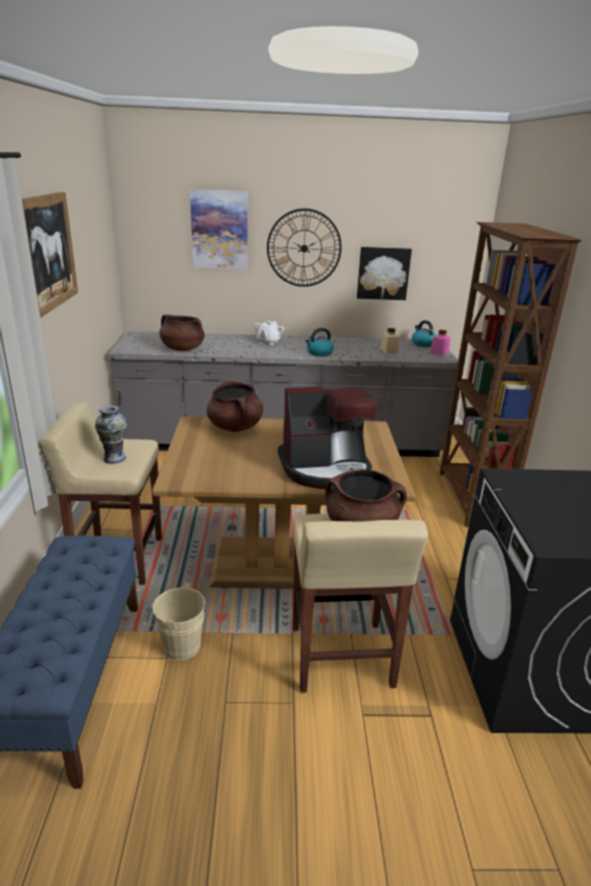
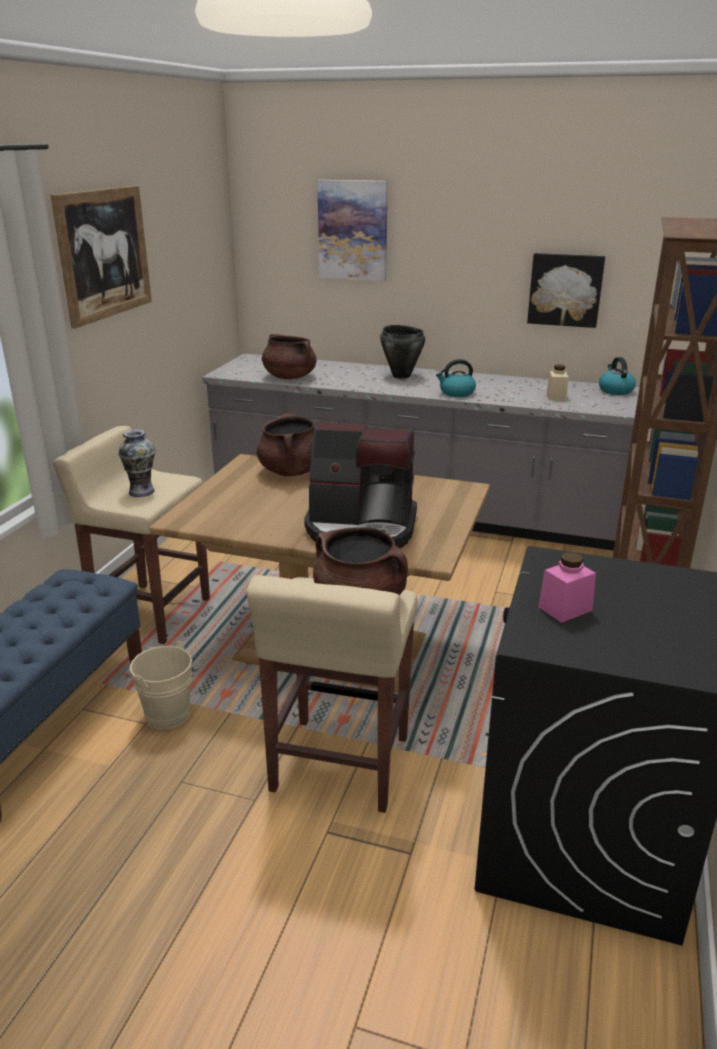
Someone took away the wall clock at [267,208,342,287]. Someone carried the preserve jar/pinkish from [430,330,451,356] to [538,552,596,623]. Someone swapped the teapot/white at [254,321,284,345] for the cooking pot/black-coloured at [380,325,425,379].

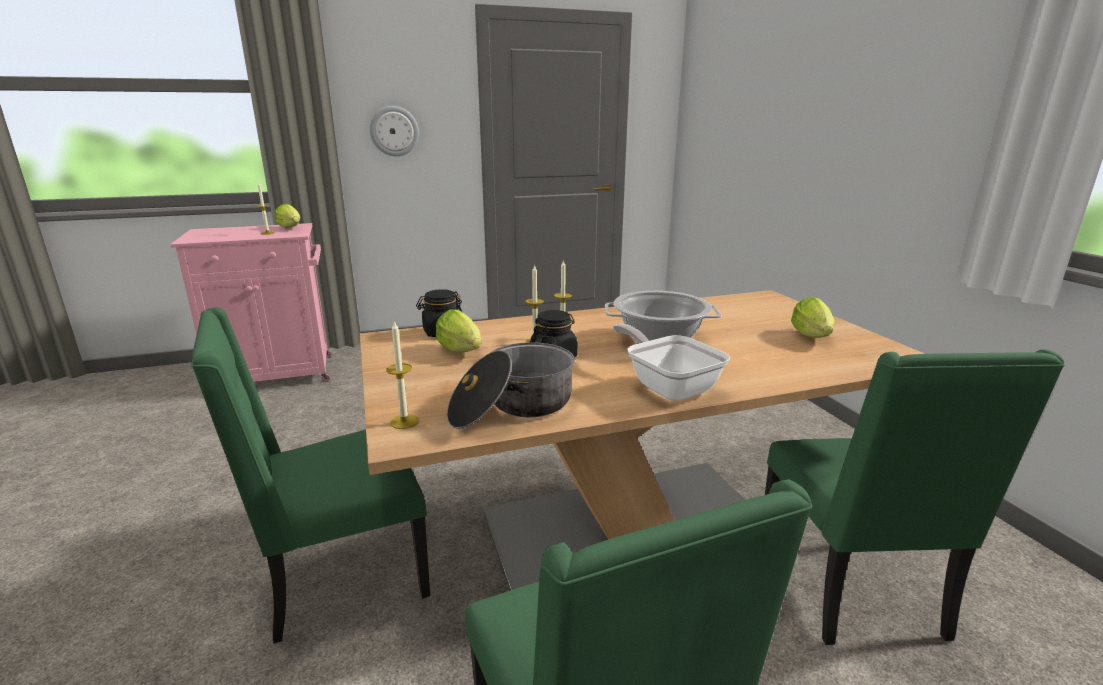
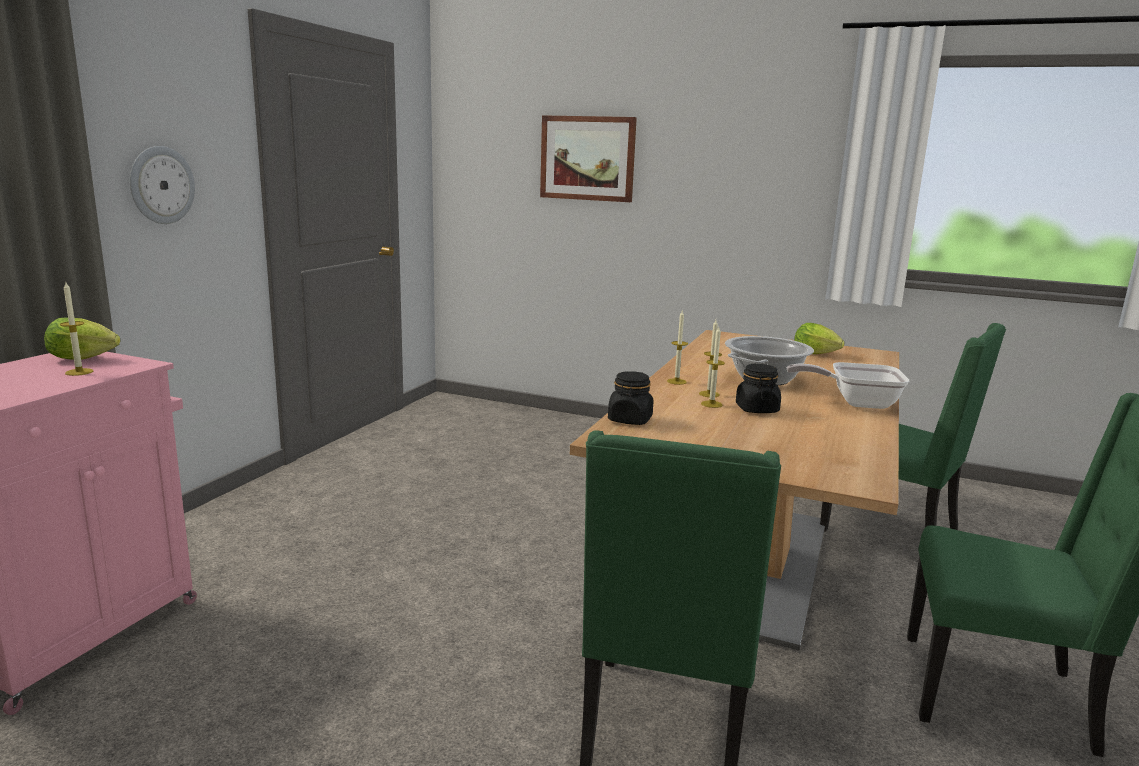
Someone took away the head of lettuce at [436,309,482,353]. Someone took away the cooking pot at [447,336,575,429]. Someone put up the picture at [540,115,637,202]. Someone carried the wax candle from [386,321,419,429] to [667,311,688,385].

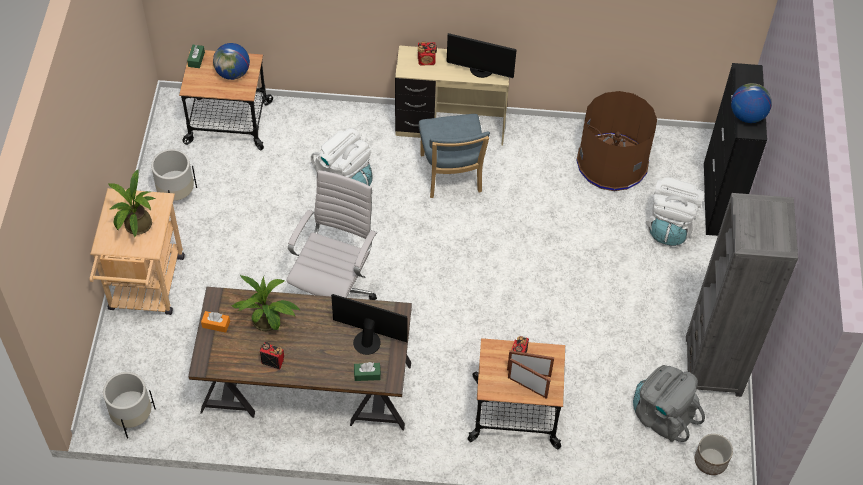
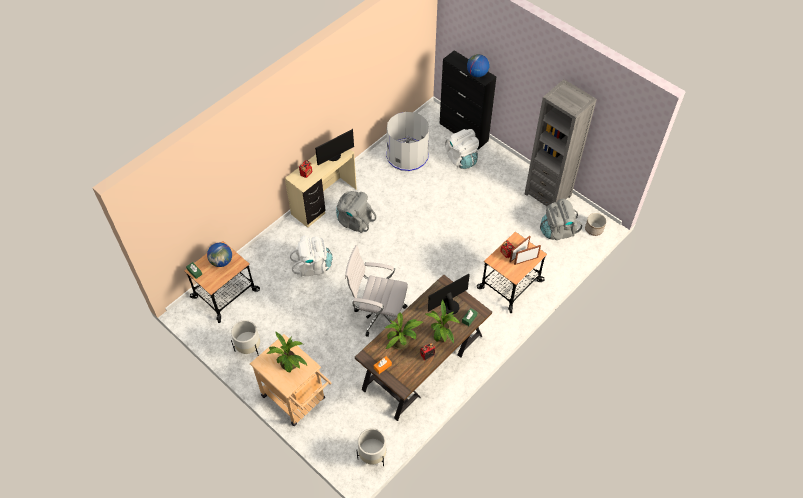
Someone put down the houseplant at [426,300,460,344]. Someone swapped the plain chair/blue at [419,114,490,198] for the backpack/gray at [336,191,376,233]. Someone repainted the rubbish bin/brown-coloured at [576,91,657,191], which became the rubbish bin/gray at [386,112,429,171]. Someone rotated the computer chair/white at [286,170,377,300] by 45 degrees counterclockwise.

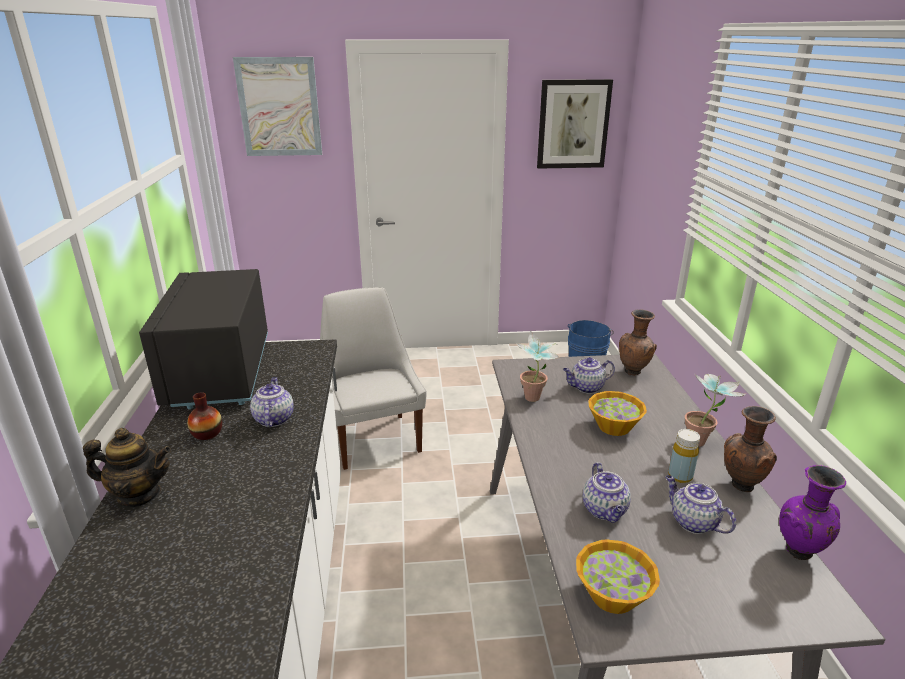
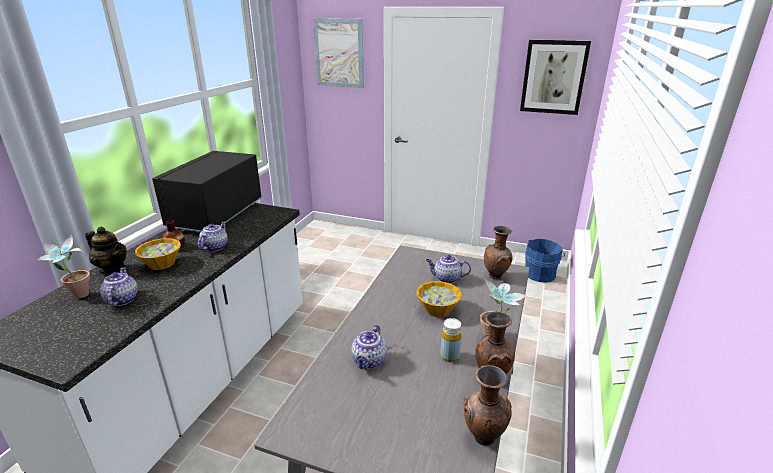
Someone took away the plain chair/white at [320,287,426,470]. Someone carried the houseplant from [517,331,559,402] to [36,235,90,299]. Someone carried the bowl from [576,539,660,614] to [135,238,181,270]. Someone carried the teapot from [666,475,736,534] to [100,267,138,306]. Someone repainted the decorative vase/purplish at [779,465,846,560], which became the decorative vase/brown-coloured at [464,365,512,446].

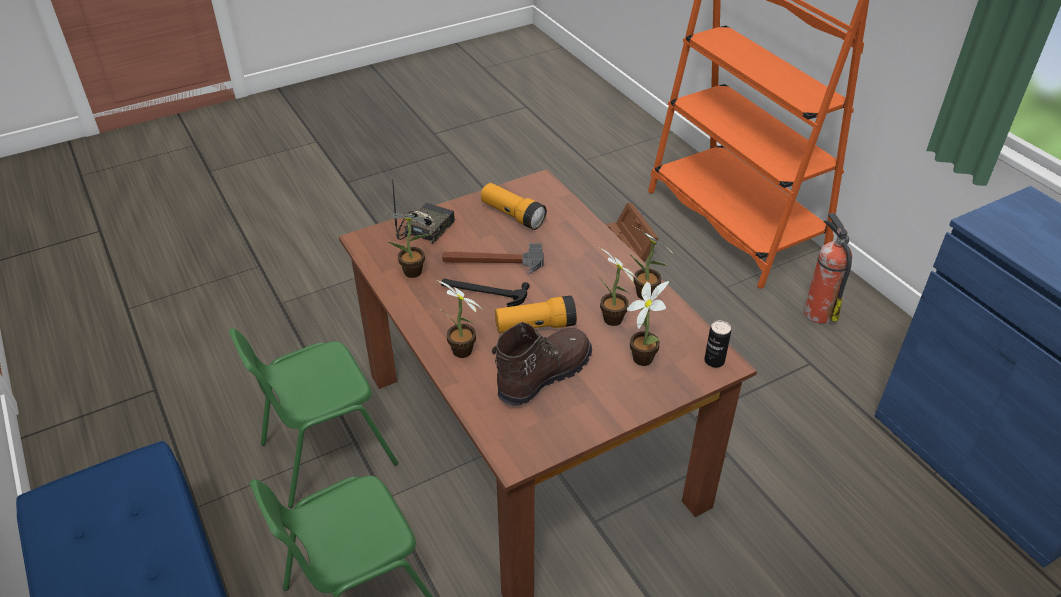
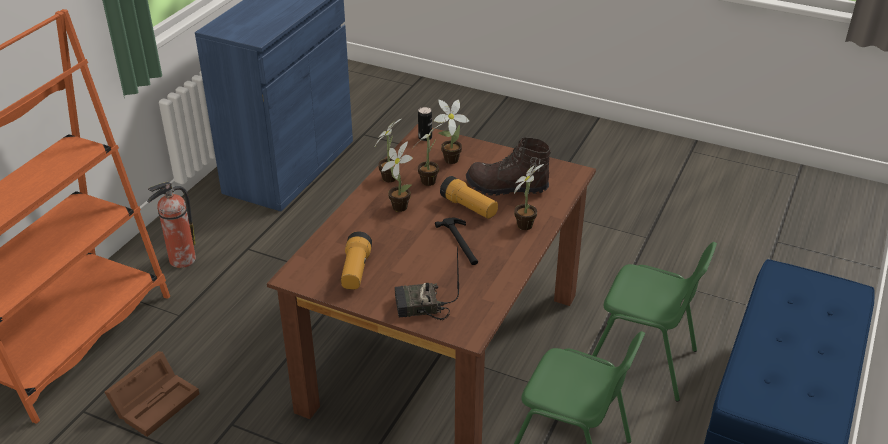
Someone took away the hand hammer at [442,243,544,274]. Someone carried the houseplant from [386,213,432,278] to [381,141,413,212].

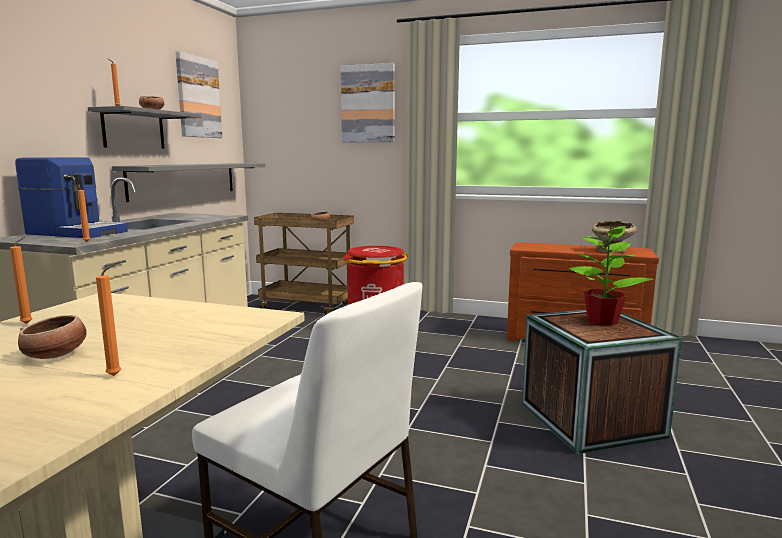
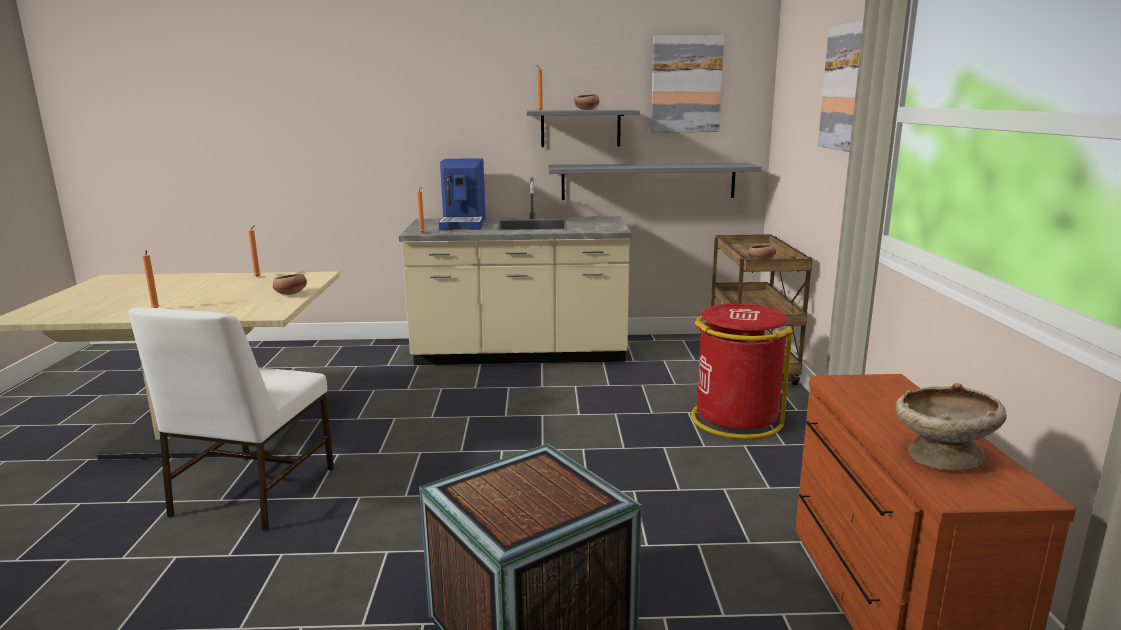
Someone took away the houseplant at [569,220,654,326]. Someone carried the bowl from [18,315,87,359] to [273,273,307,295].

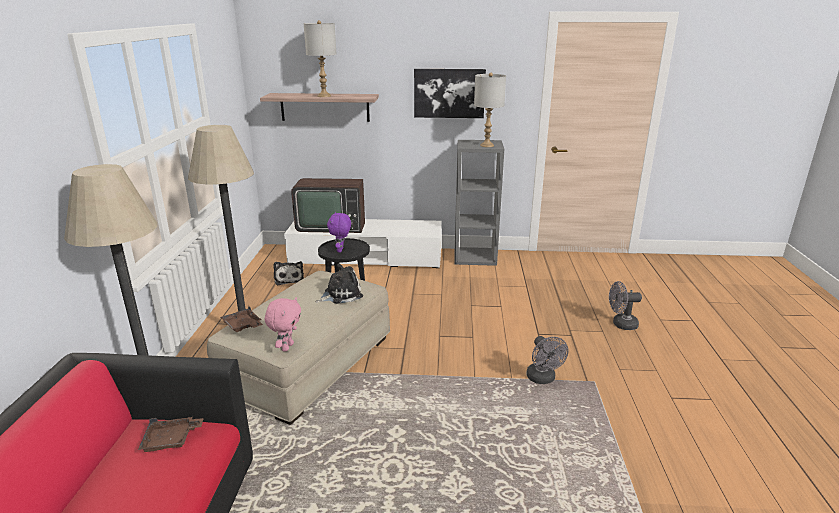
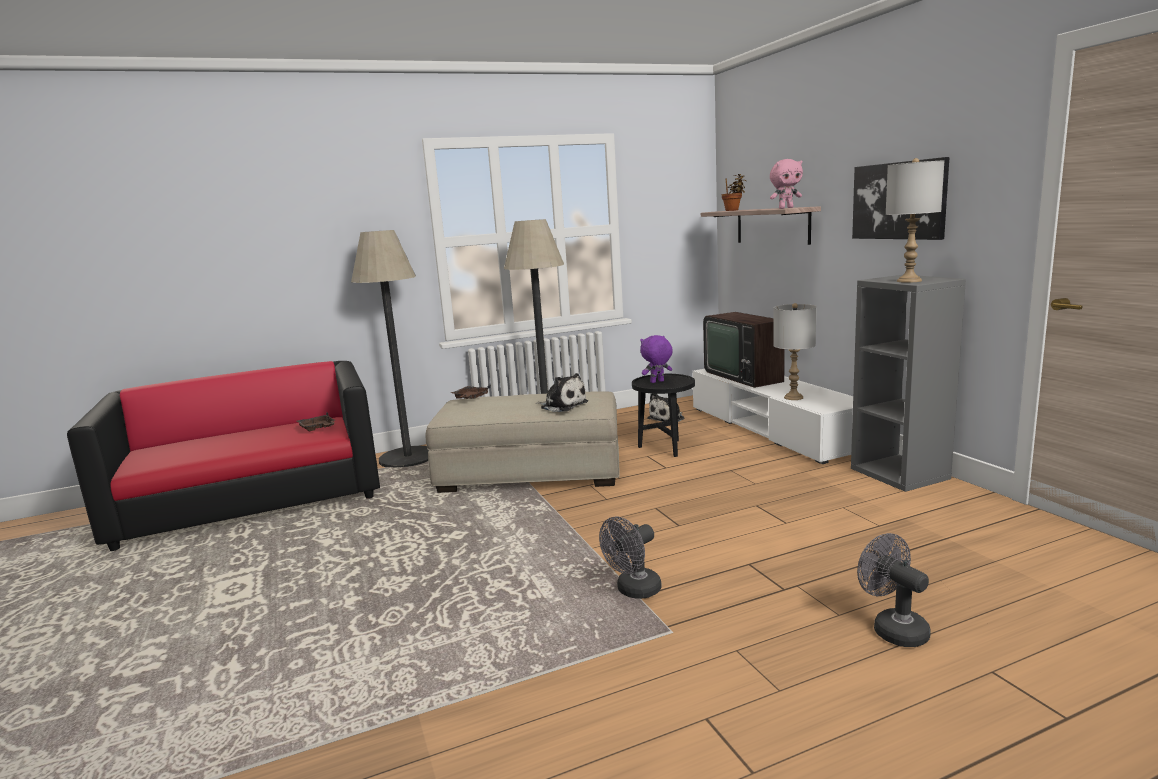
Someone put down the houseplant at [722,174,746,211]. Someone carried the cuddly toy/pinkish from [265,297,301,352] to [770,159,803,209]. Someone carried the table lamp/gray from [304,20,336,97] to [773,303,817,400].

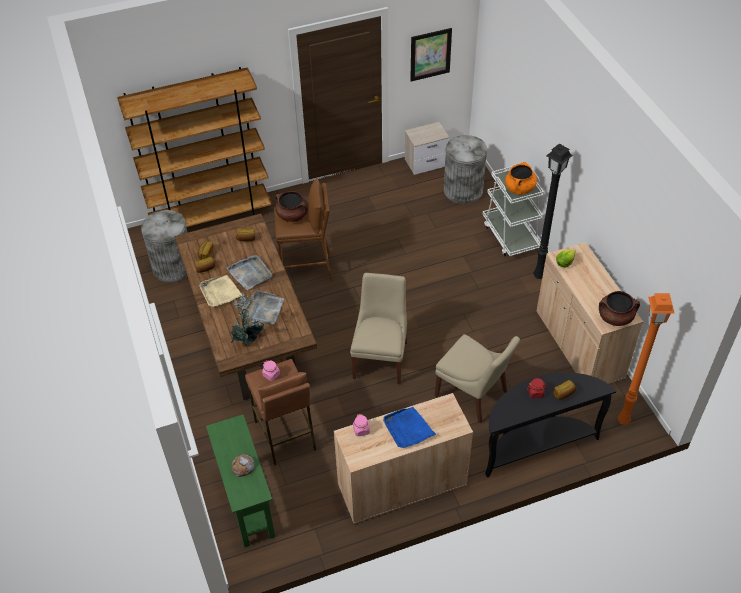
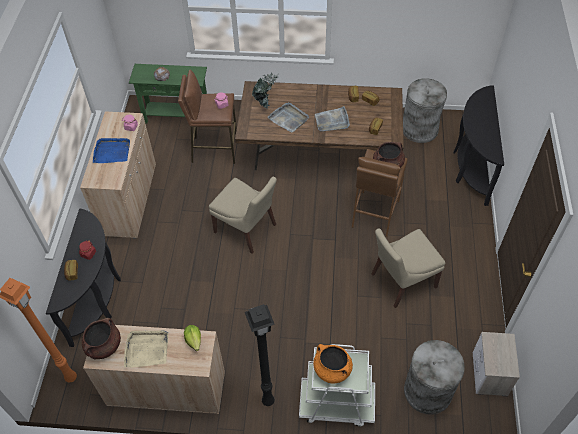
Someone took away the picture at [410,28,452,81]. Someone carried the tray/beige from [199,275,242,307] to [124,330,168,368]. Someone carried the plain chair/beige from [435,334,520,424] to [371,228,445,308]. Someone swapped the bookcase/brown-coloured at [117,67,272,227] for the hall table/black-coloured at [453,85,504,206].

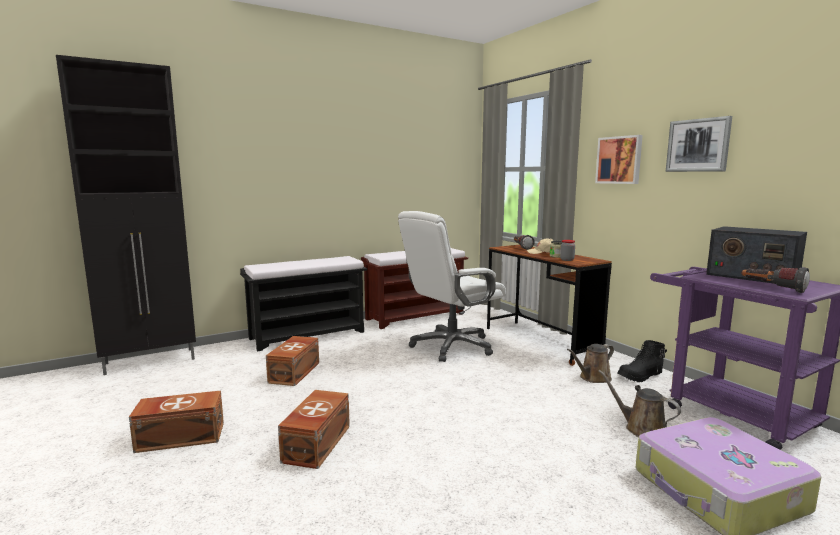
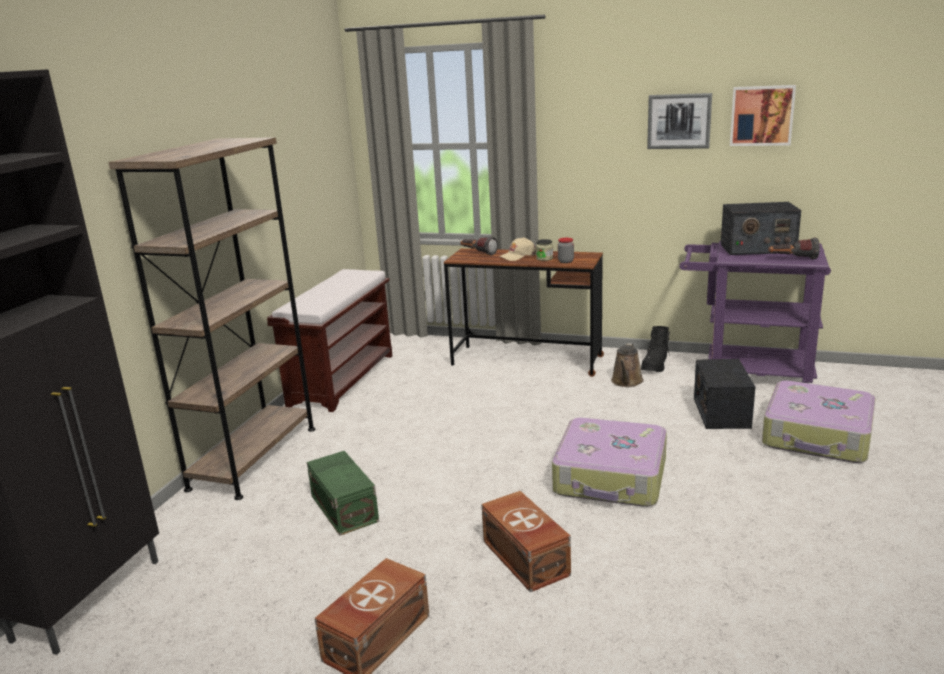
Someone took away the computer chair/white at [398,211,506,362]. Someone put down the suitcase at [552,418,667,507]. Someone carried the picture from [595,135,643,184] to [730,85,796,146]. Someone swapped the long seat/black-coloured at [240,256,367,352] for the bookcase/brown-coloured at [108,137,315,500]. Someone swapped the sprinkling can/brown-coloured at [598,370,681,437] for the radio at [694,359,755,429]. Someone repainted the storage container/brown-coloured at [266,336,319,386], which became the storage container/greenish at [307,451,379,536].

